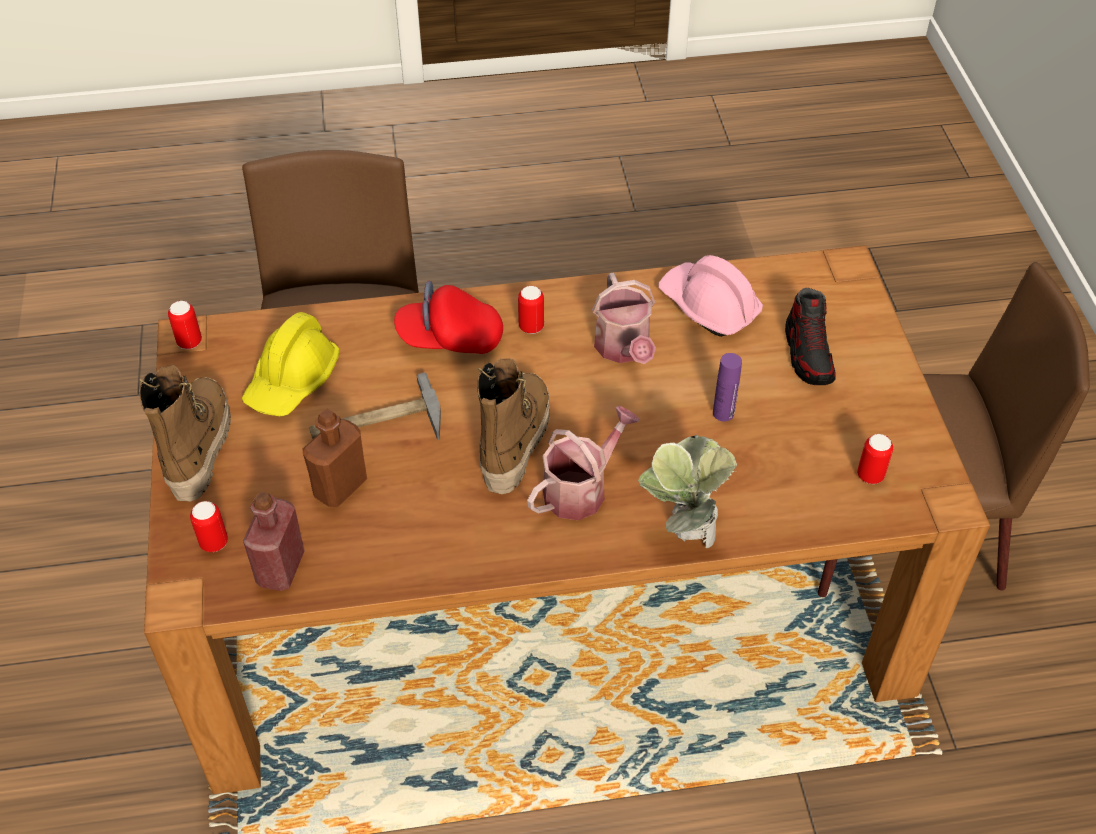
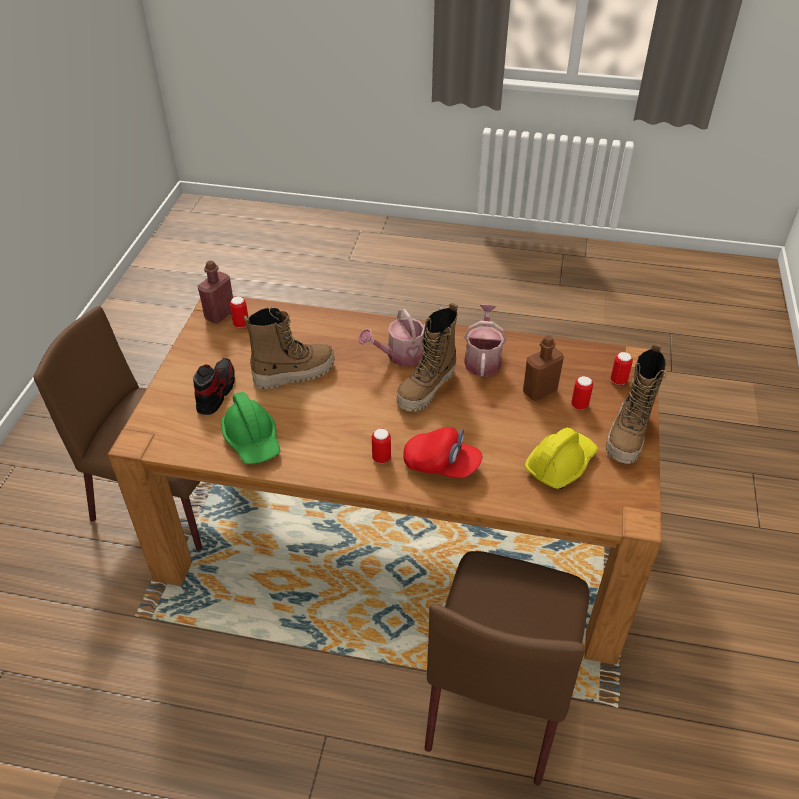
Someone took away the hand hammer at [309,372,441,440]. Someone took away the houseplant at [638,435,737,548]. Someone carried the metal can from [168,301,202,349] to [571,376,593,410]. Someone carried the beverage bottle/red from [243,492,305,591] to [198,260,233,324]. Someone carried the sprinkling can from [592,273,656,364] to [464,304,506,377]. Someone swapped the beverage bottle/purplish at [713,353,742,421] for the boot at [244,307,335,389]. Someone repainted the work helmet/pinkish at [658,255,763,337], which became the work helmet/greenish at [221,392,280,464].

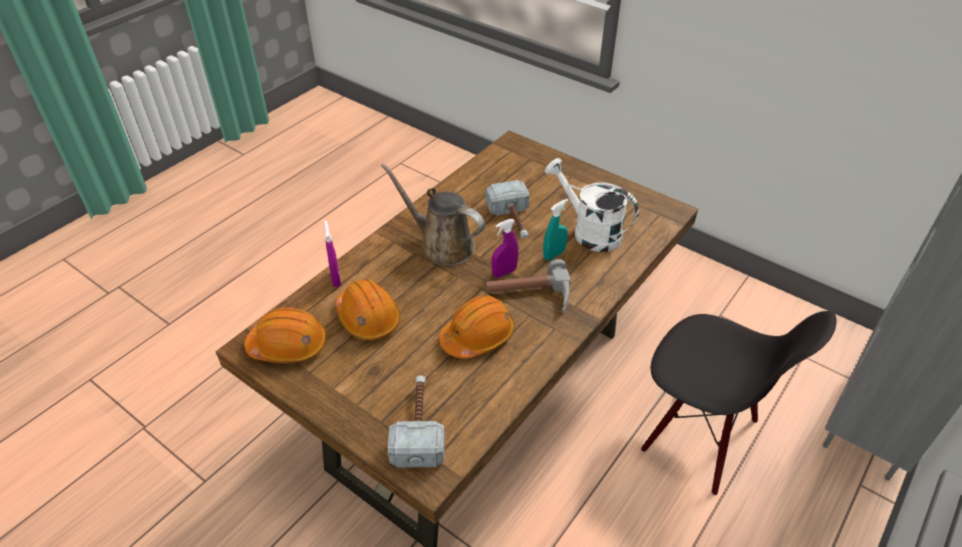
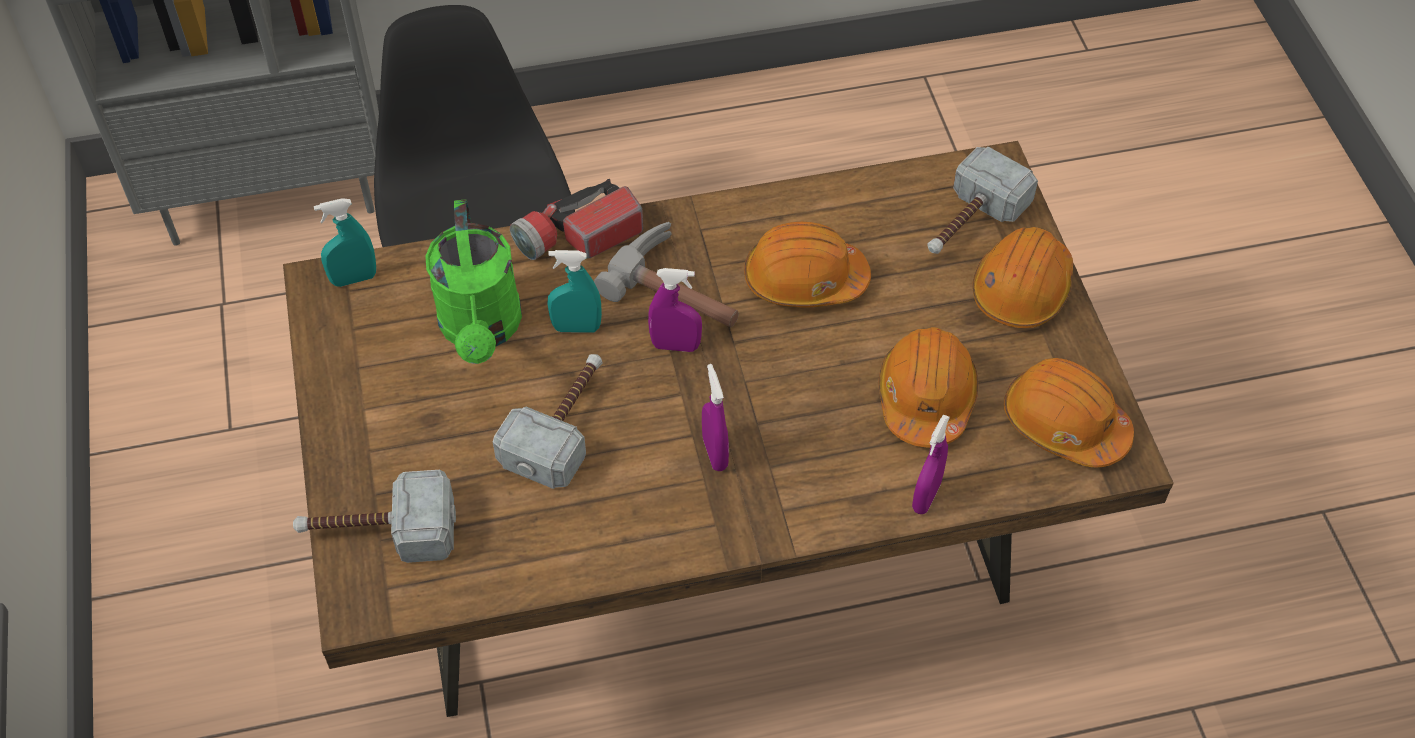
Someone put down the hand hammer at [293,470,456,563]. Someone put down the sprayer/blue-green at [314,198,376,287]. Someone put down the torch at [510,179,643,260]. Someone put down the work helmet/orange-coloured at [972,227,1073,328]. Someone swapped the sprinkling can/brown-coloured at [381,163,485,266] for the sprayer/purplish at [702,364,729,471]. Someone repainted the sprinkling can/white at [545,158,639,252], which became the sprinkling can/greenish at [425,199,522,364].

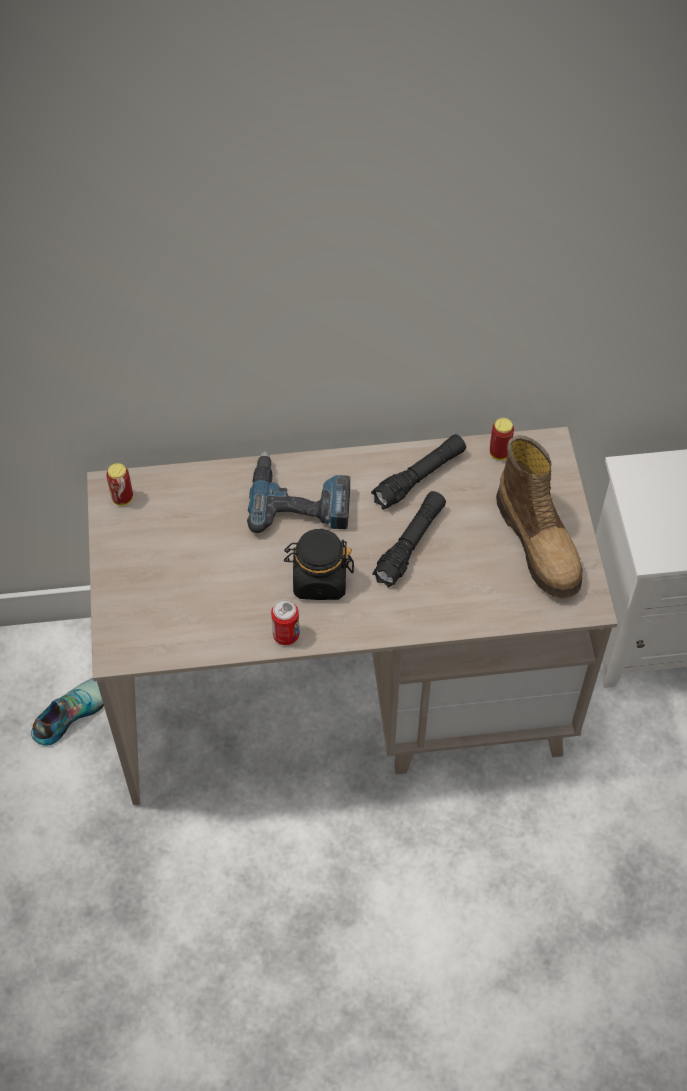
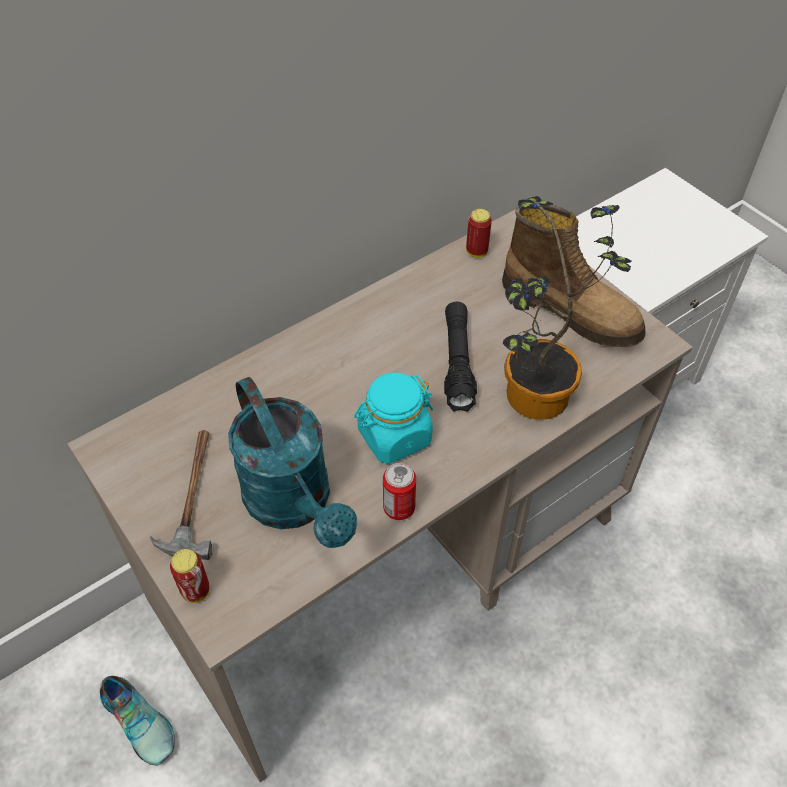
Someone took away the power drill at [247,451,350,533]. Someone took away the torch/black-coloured at [371,434,466,510]. Someone put down the hand hammer at [150,430,212,560]. Someone put down the sprinkling can/blue-green at [228,377,357,548]. Someone put down the houseplant at [503,196,632,420]. Someone carried the metal can from [106,463,133,506] to [170,549,210,603]. Someone repainted the preserve jar/black-coloured at [284,529,354,600], which became the preserve jar/blue-green at [354,373,433,464]. Someone rotated the shoe at [31,678,104,746] by 120 degrees clockwise.

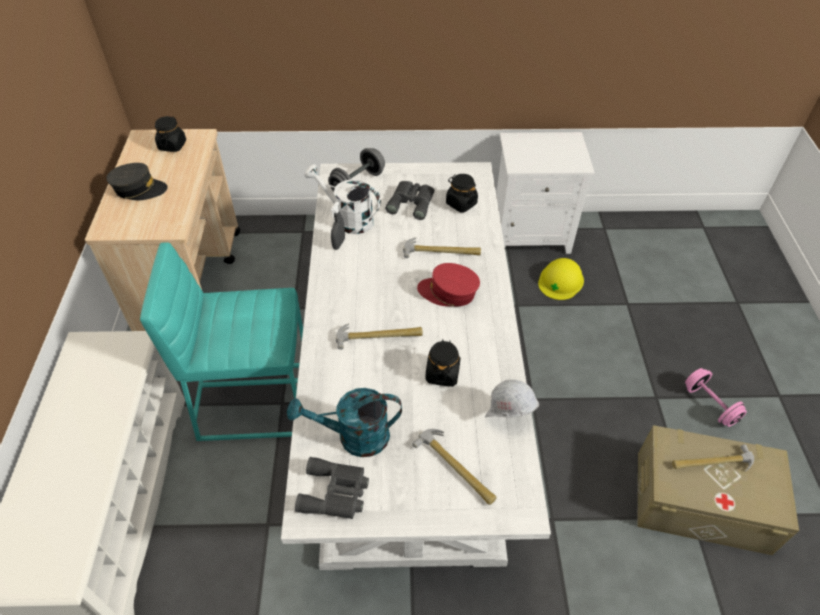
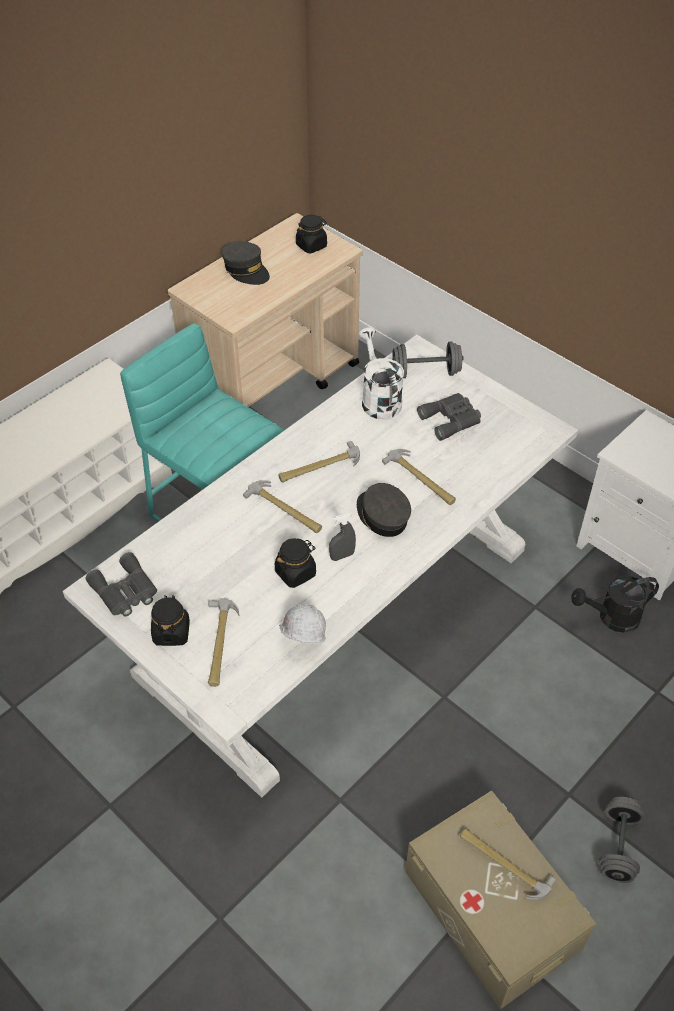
Someone took away the sprinkling can/blue-green at [287,388,402,457]. Someone put down the hand hammer at [278,441,360,482]. Someone carried the sprayer/gray from [330,202,345,250] to [329,513,356,561]. Someone carried the preserve jar/black-coloured from [446,174,478,212] to [151,595,190,646]. Someone swapped the work helmet/yellowish at [538,258,584,300] for the sprinkling can/black-coloured at [571,575,659,633]. Someone repainted the baseball cap/red at [417,263,480,306], which became the baseball cap/gray at [357,483,411,537]. Someone repainted the hand weight/pinkish at [685,368,747,427], which became the hand weight/gray at [598,797,645,883].

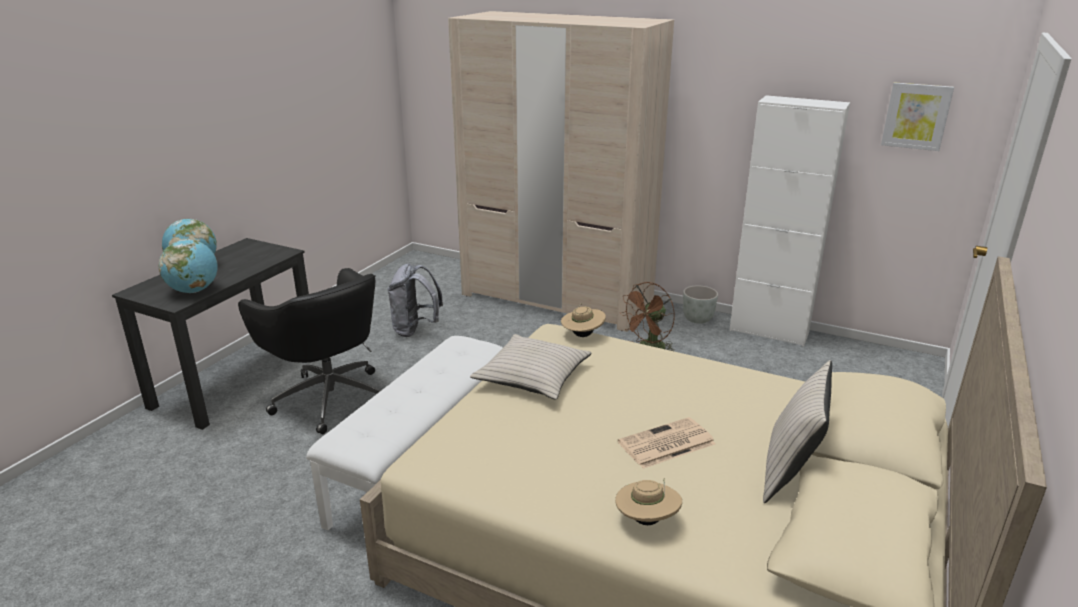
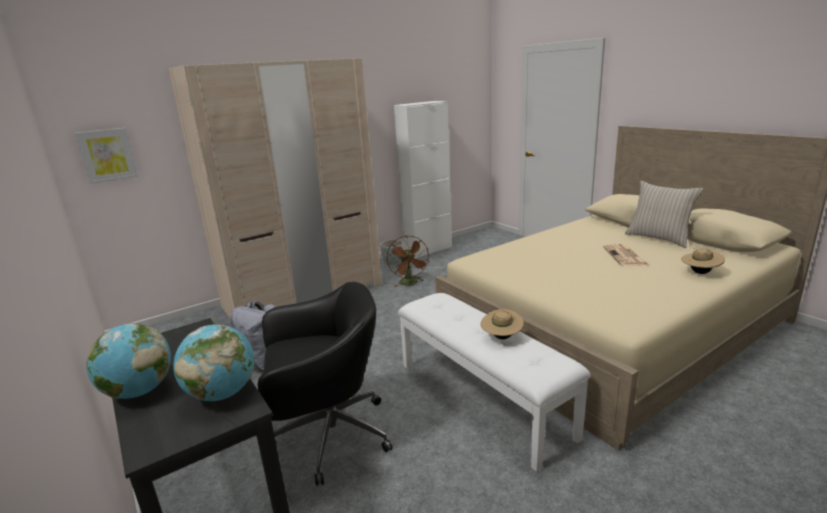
Someone took away the throw pillow/beige at [470,334,592,400]. Someone carried the wearable hat/beige from [561,303,606,337] to [481,309,524,339]. Someone carried the picture from [881,82,954,151] to [75,128,138,184].

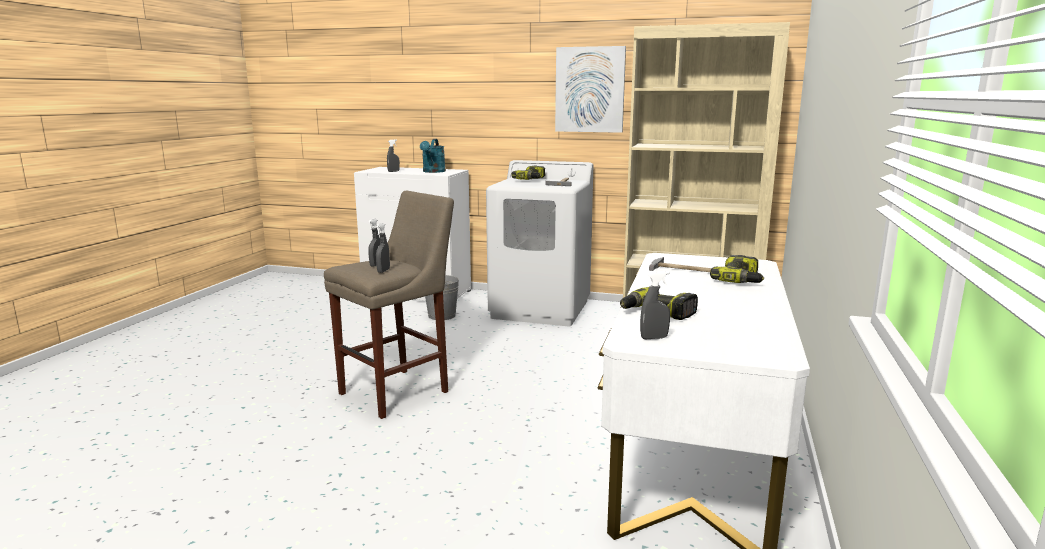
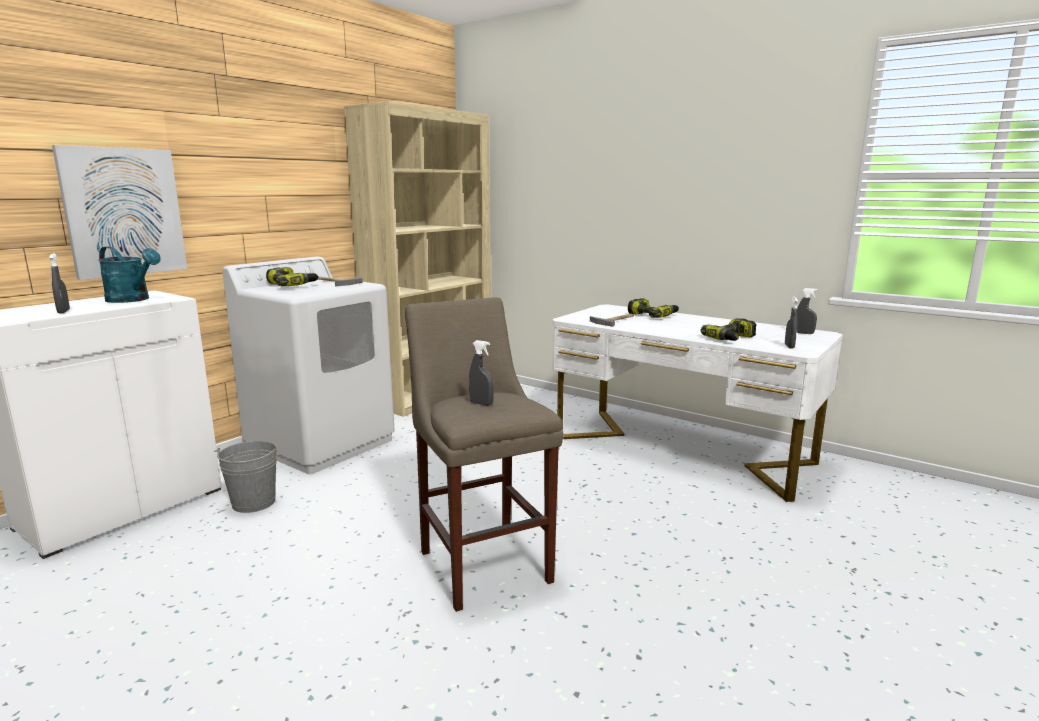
Someone carried the sprayer/gray from [376,223,390,273] to [797,288,818,334]. Someone carried the picture from [555,46,626,133] to [52,145,187,280].

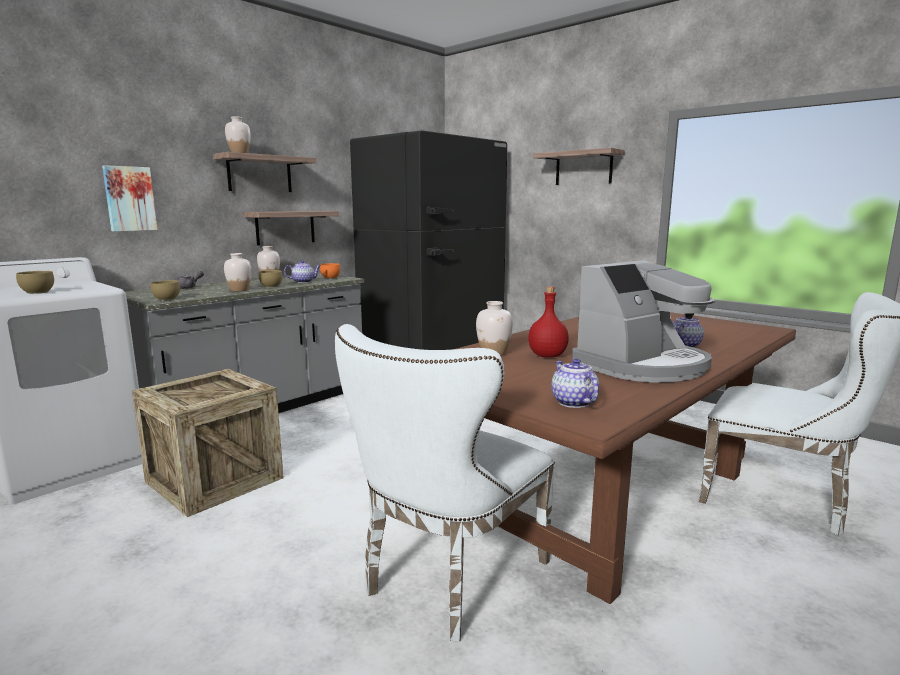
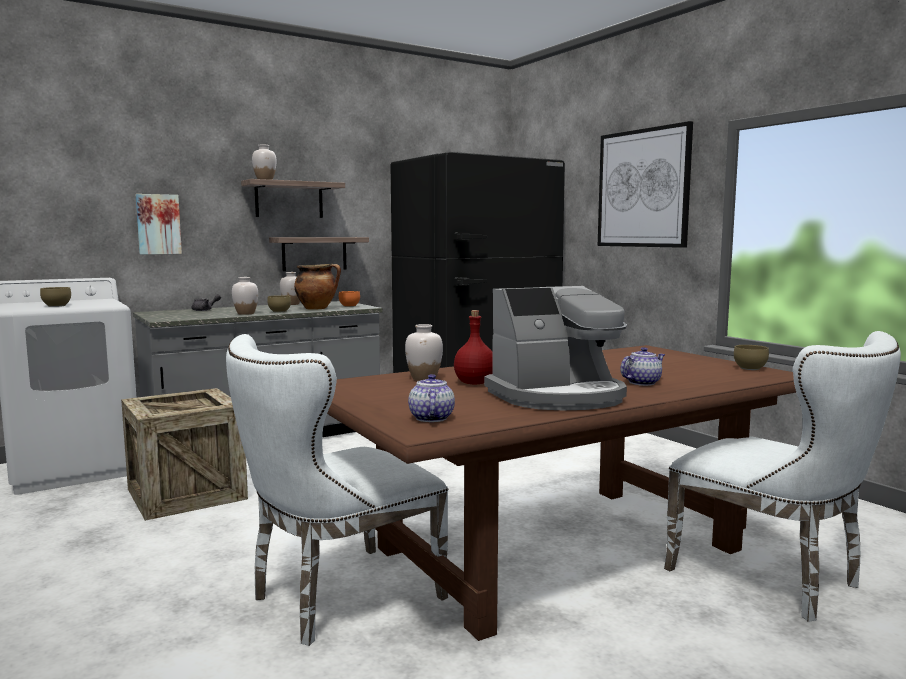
Someone carried the bowl/brown-coloured from [151,280,180,301] to [734,345,769,370]. Someone swapped the teapot at [284,260,321,283] for the cooking pot at [294,264,341,309]. Someone swapped the wall shelf at [533,148,625,185] for the picture at [598,121,693,248].

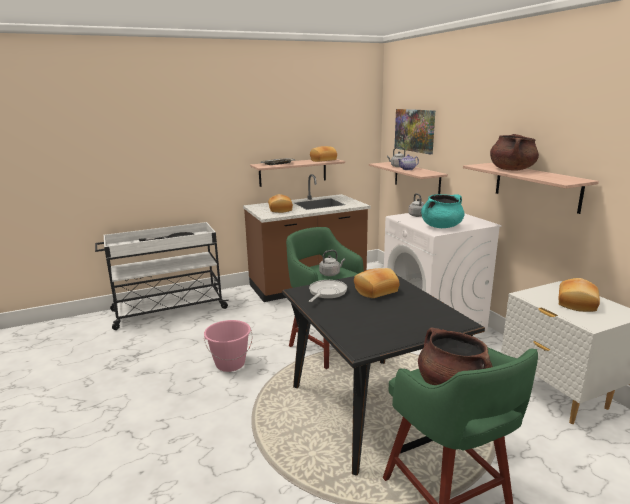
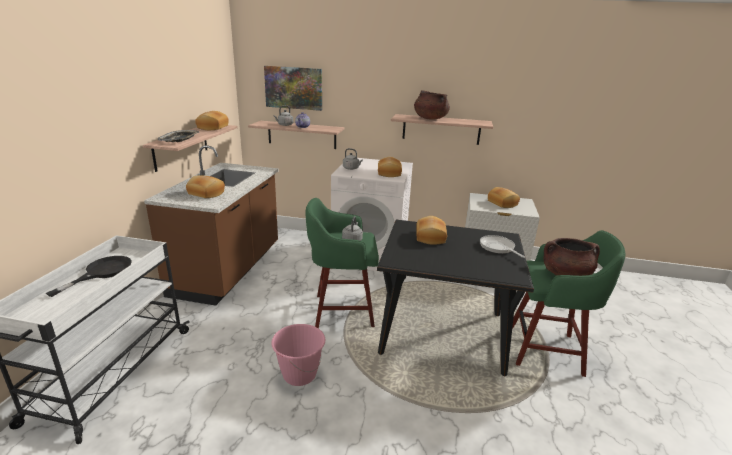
Someone carried the pan from [309,280,347,302] to [480,235,525,258]. Someone swapped the cooking pot/blue-green at [421,194,464,228] for the baked bread at [378,157,402,177].

